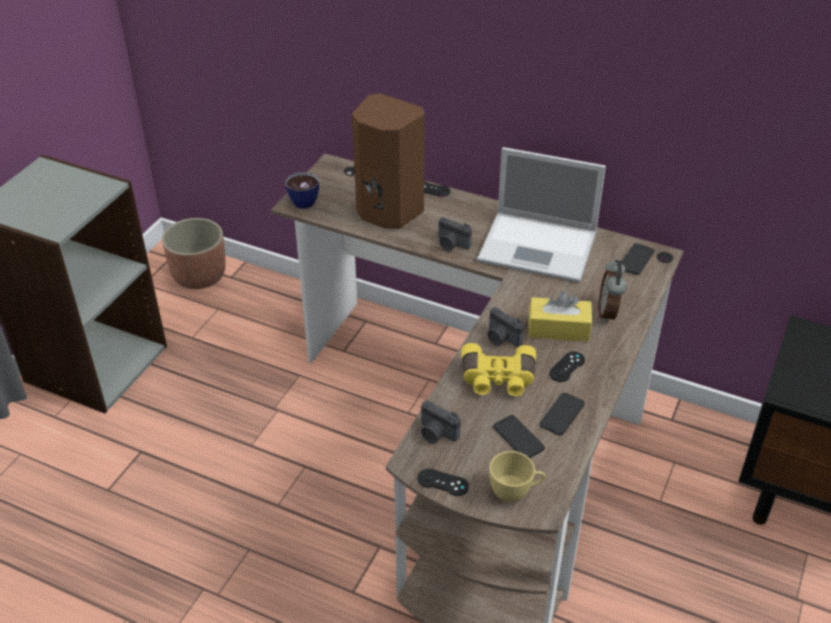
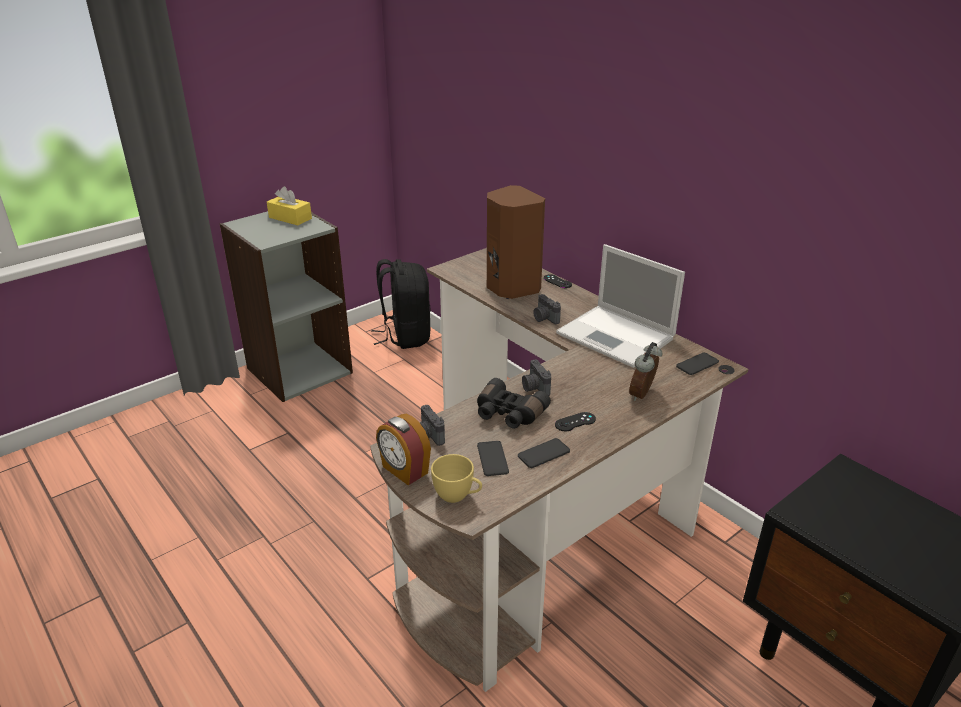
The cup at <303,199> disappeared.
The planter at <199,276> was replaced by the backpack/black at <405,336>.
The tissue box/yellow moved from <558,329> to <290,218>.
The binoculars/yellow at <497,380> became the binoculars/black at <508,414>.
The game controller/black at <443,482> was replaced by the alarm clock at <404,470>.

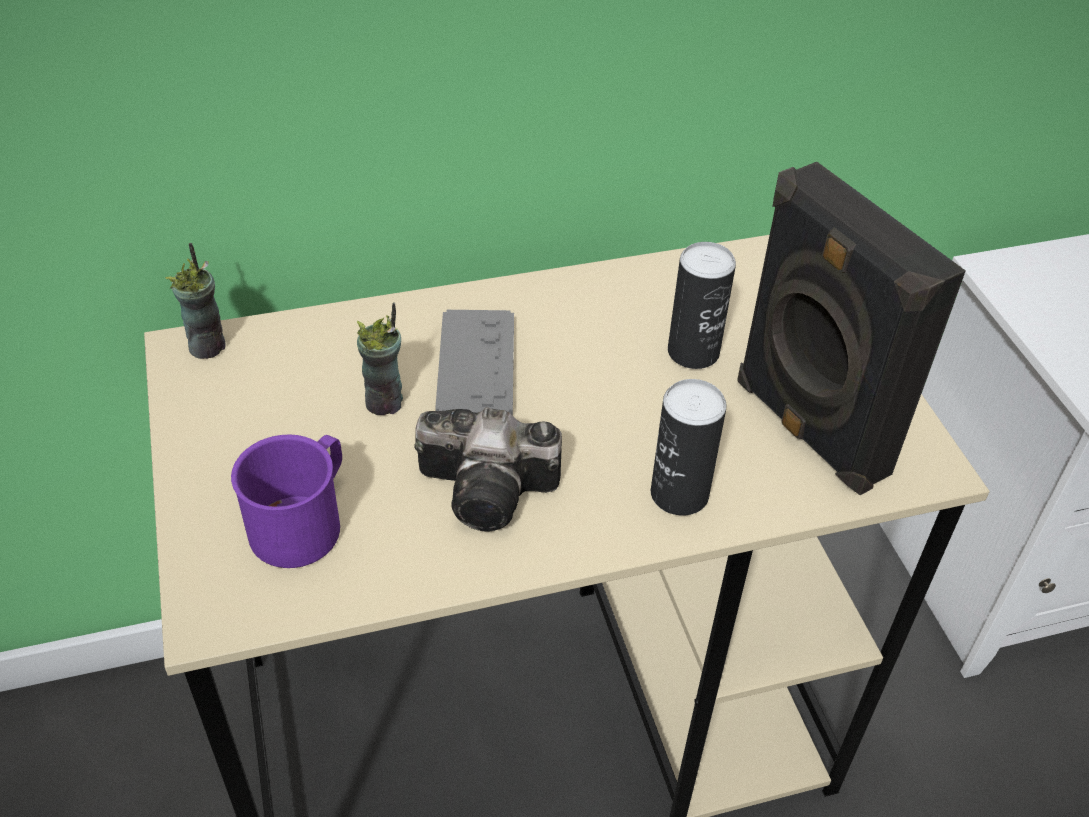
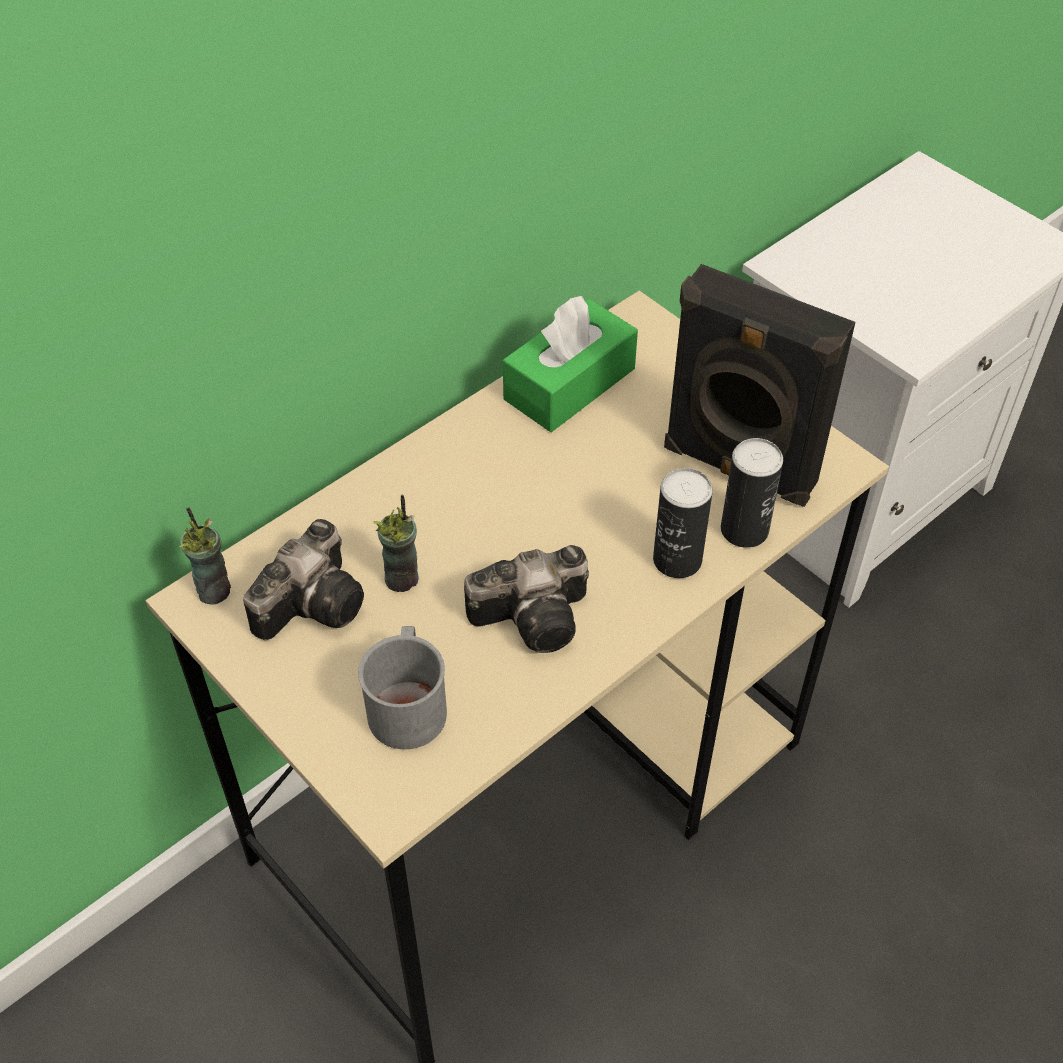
The can moved from <693,352> to <744,530>.
The game controller/grey at <476,366> disappeared.
The mug/purple at <304,521> became the mug/grey at <408,703>.
The tissue box/green at <569,384> appeared.
The photo camera at <315,600> appeared.

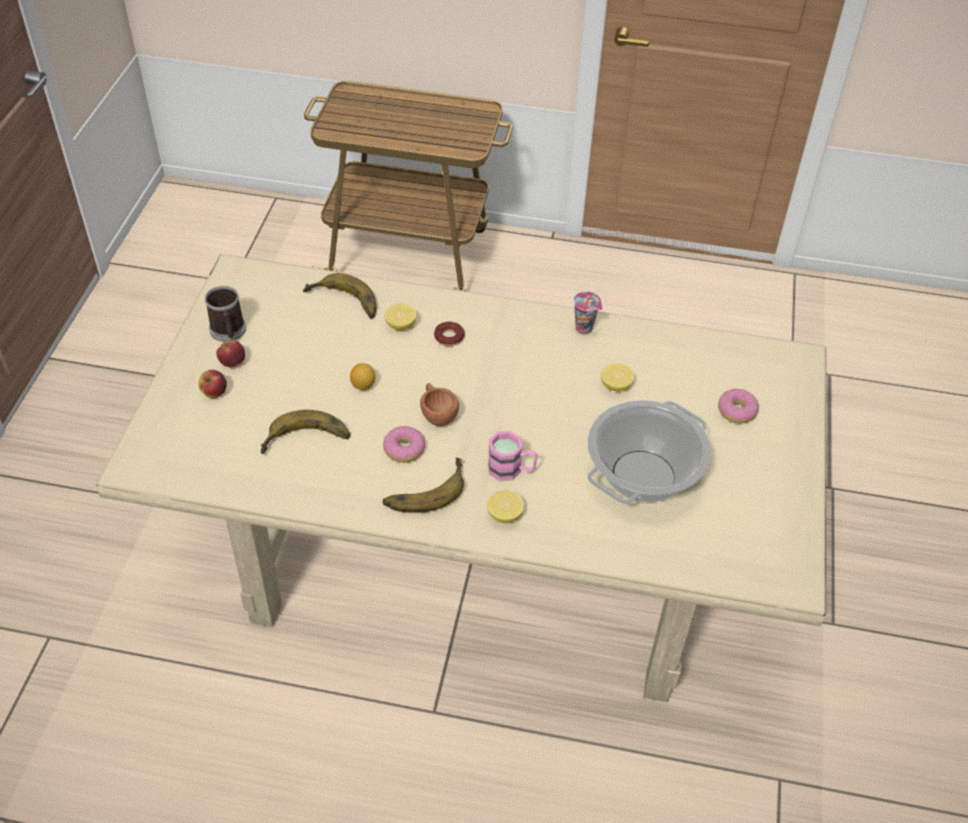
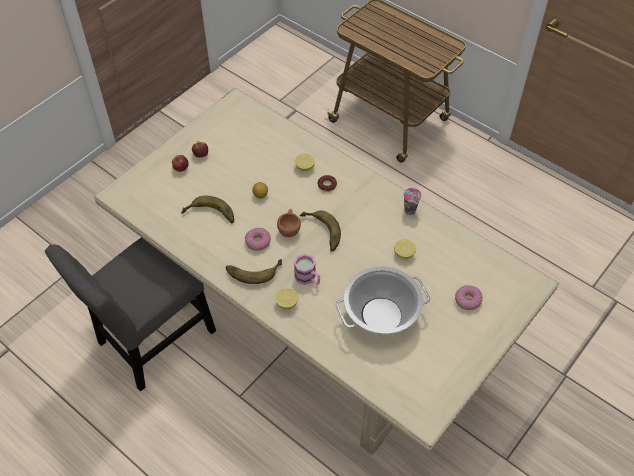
The banana moved from <342,304> to <320,233>.
The mug at <228,332> disappeared.
The chair/grey at <152,341> appeared.

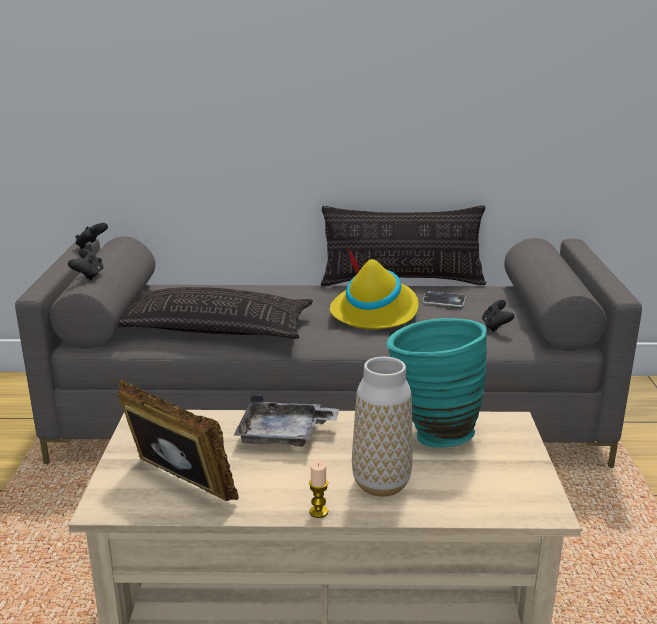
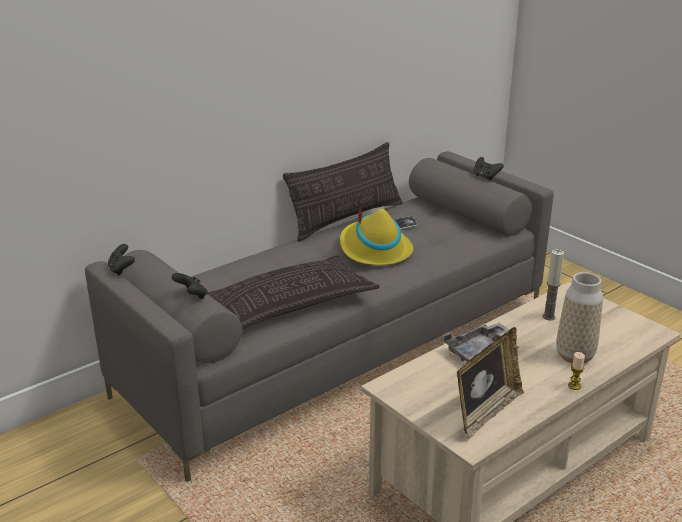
The game controller/black moved from <495,327> to <486,177>.
The vase/turquoise at <430,434> was replaced by the candle at <549,317>.
The picture frame at <178,486> turned 135 degrees clockwise.

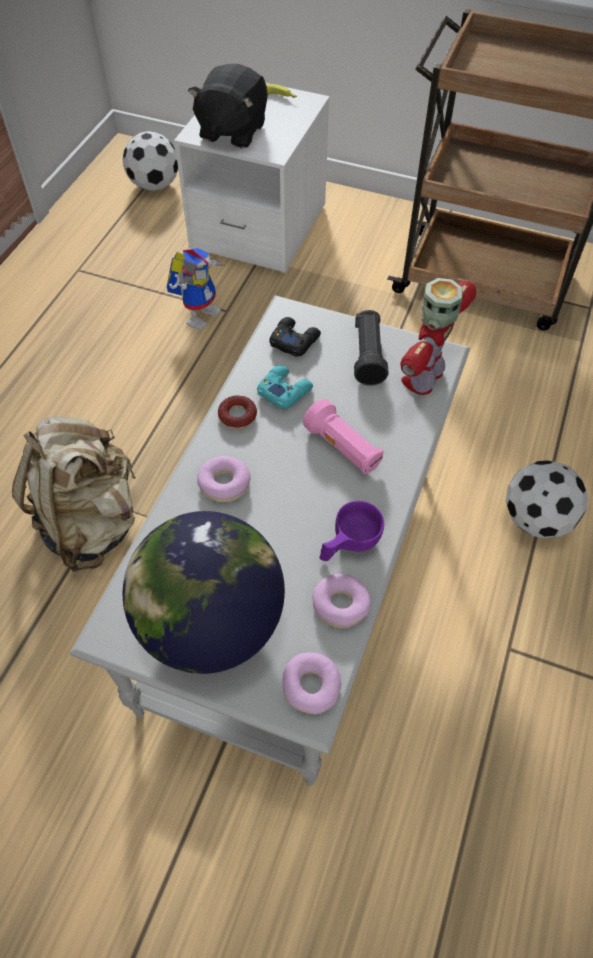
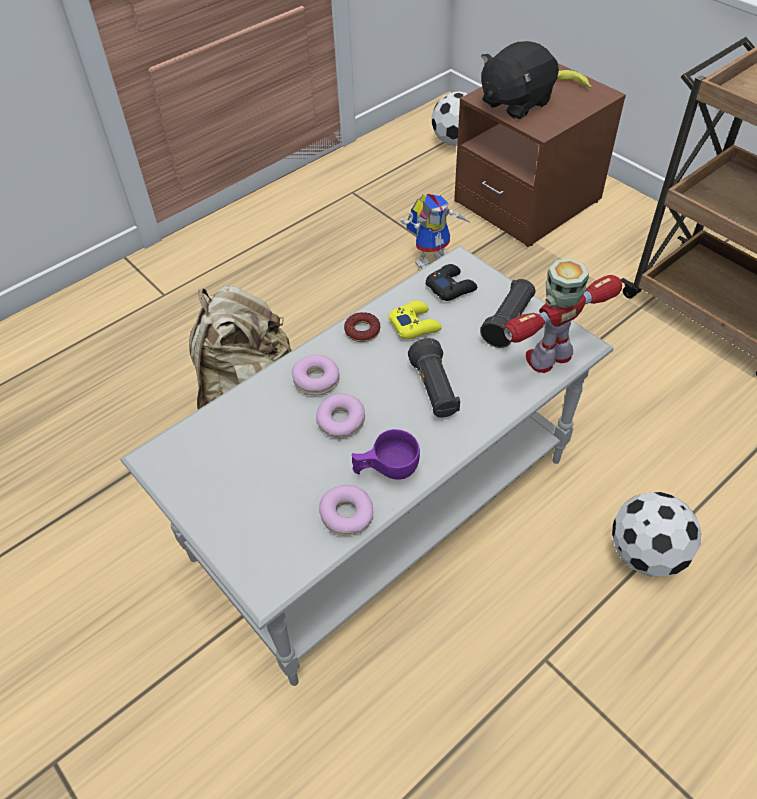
The nightstand/white at <259,227> became the nightstand/brown at <527,201>.
The game controller/turquoise at <284,391> became the game controller/yellow at <415,325>.
The flashlight/pink at <343,449> became the flashlight/black at <434,390>.
The globe at <210,623> disappeared.
The donut moved from <311,687> to <341,421>.

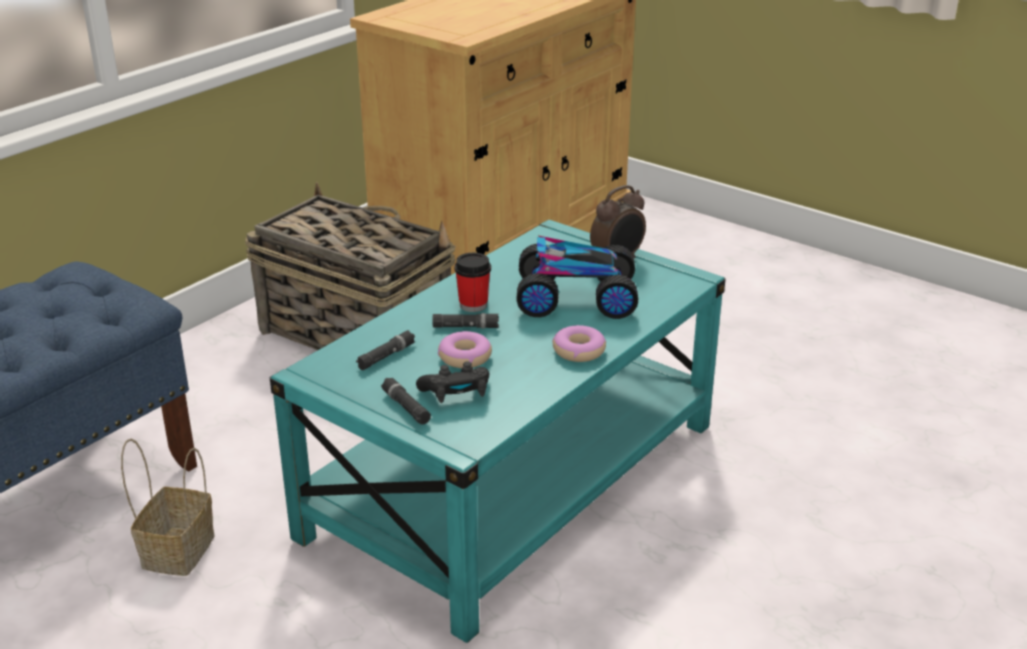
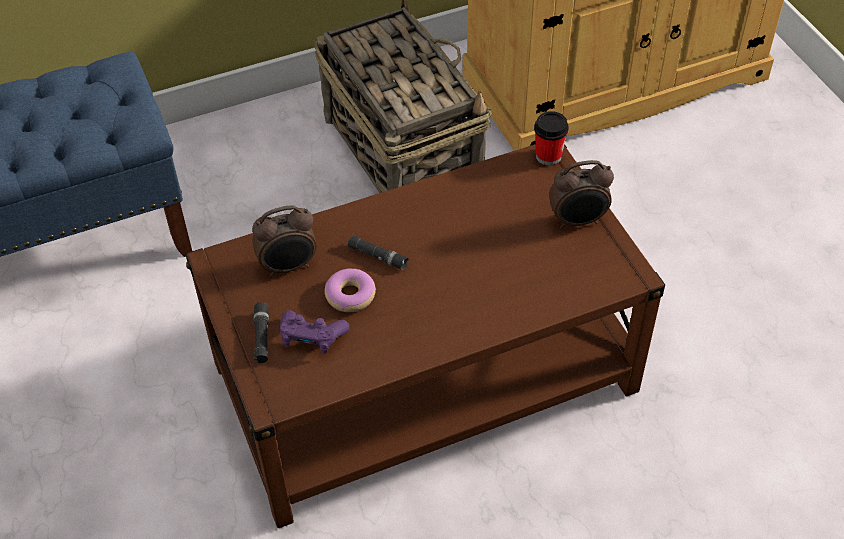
The coffee table/turquoise at <513,480> became the coffee table/brown at <425,377>.
The toy car at <576,299> disappeared.
The cup moved from <473,305> to <548,156>.
The donut at <579,351> disappeared.
The flashlight/black at <386,356> was replaced by the alarm clock at <289,267>.
The game controller/black at <456,394> became the game controller/purple at <312,338>.
The basket at <178,549> disappeared.

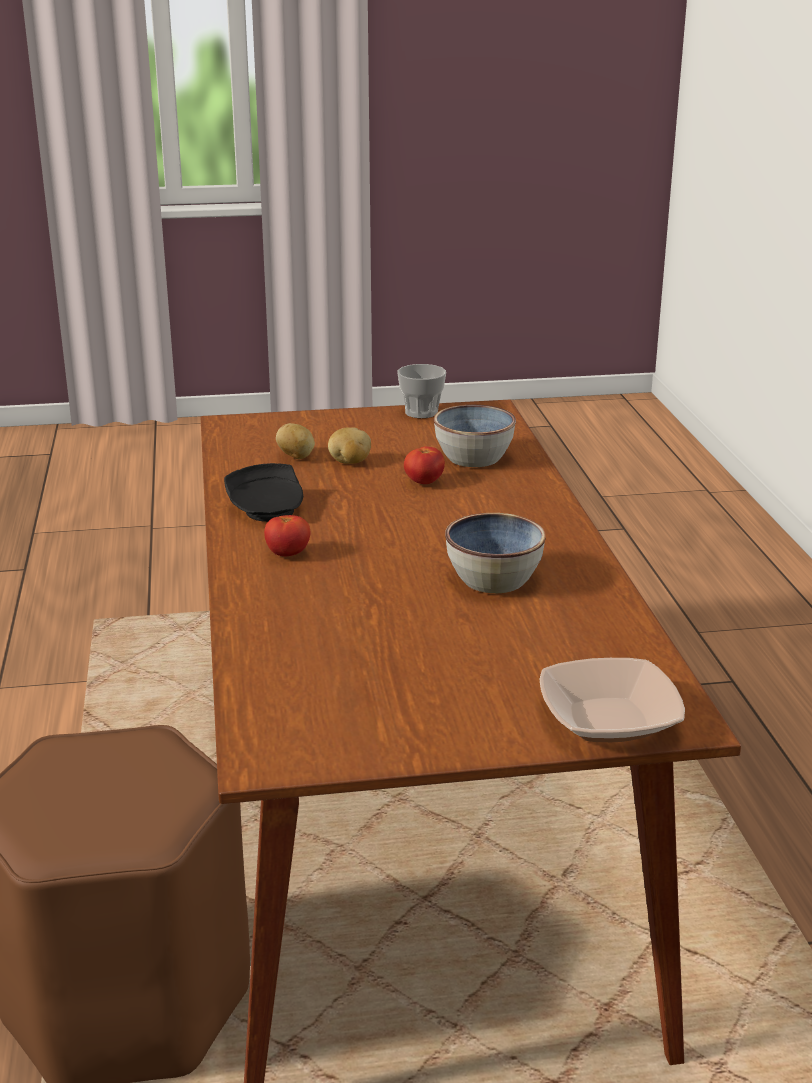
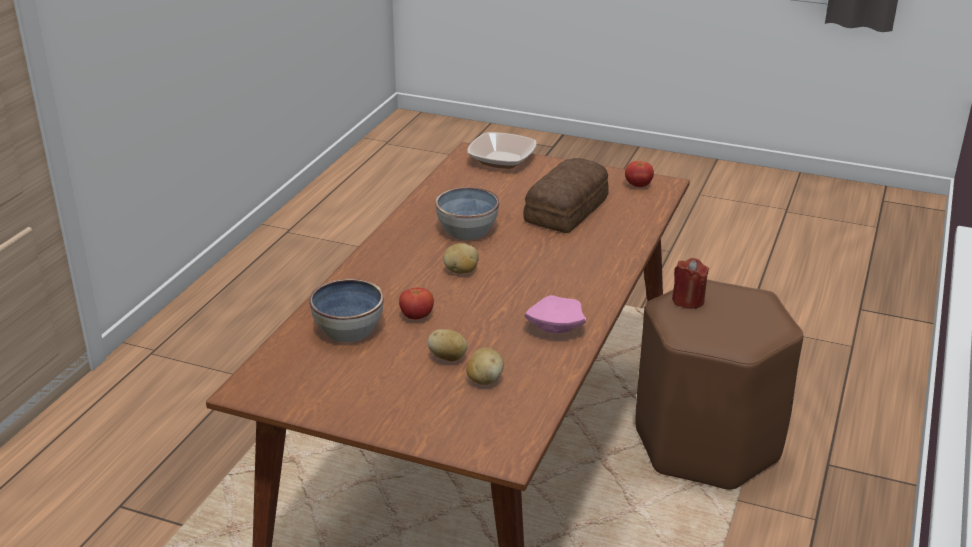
The cup at <421,412> disappeared.
The plate/black at <268,509> became the plate/pink at <554,326>.
The tomato moved from <288,554> to <638,185>.
The bread at <568,210> appeared.
The potato at <461,271> appeared.
The candle/red at <688,300> appeared.

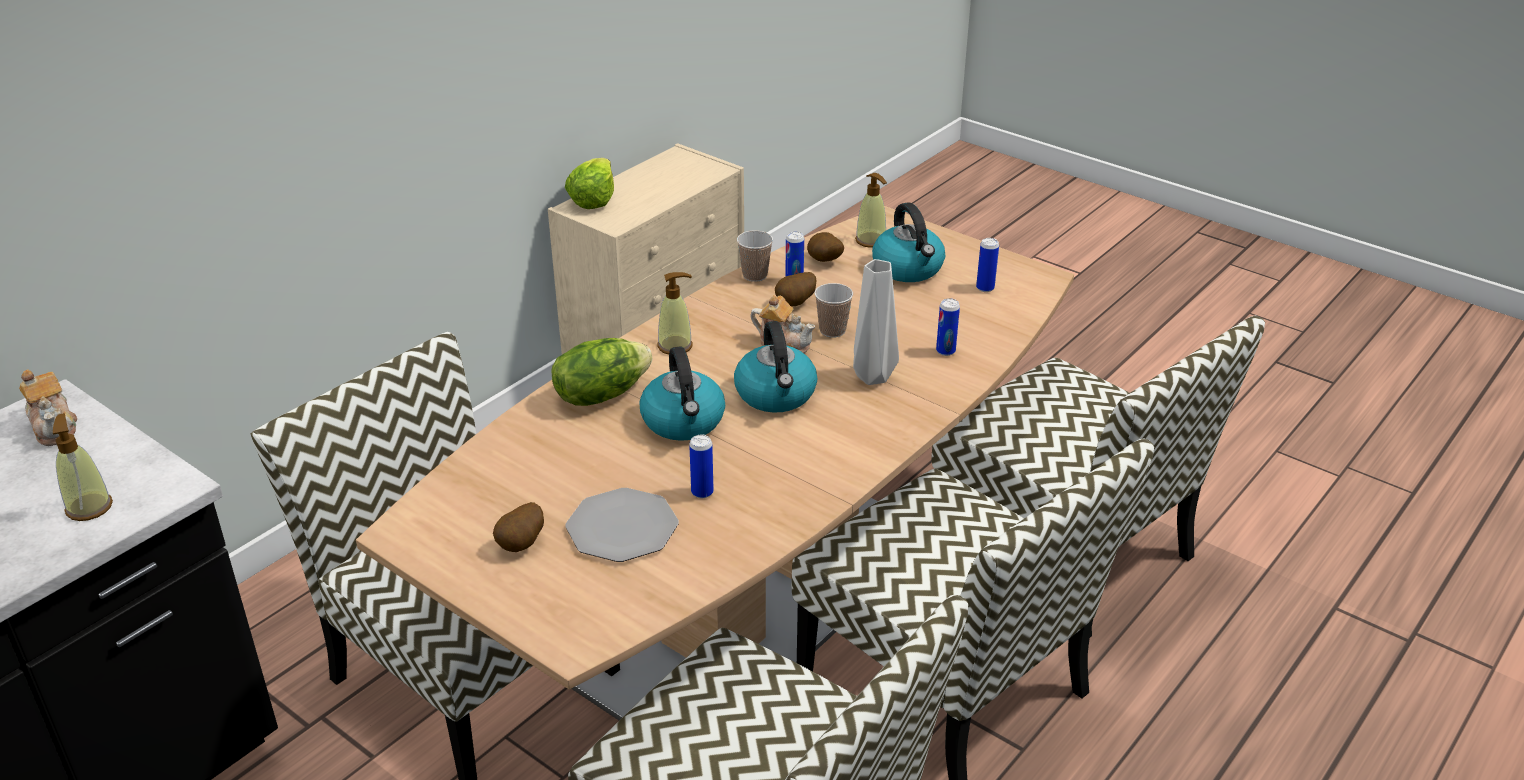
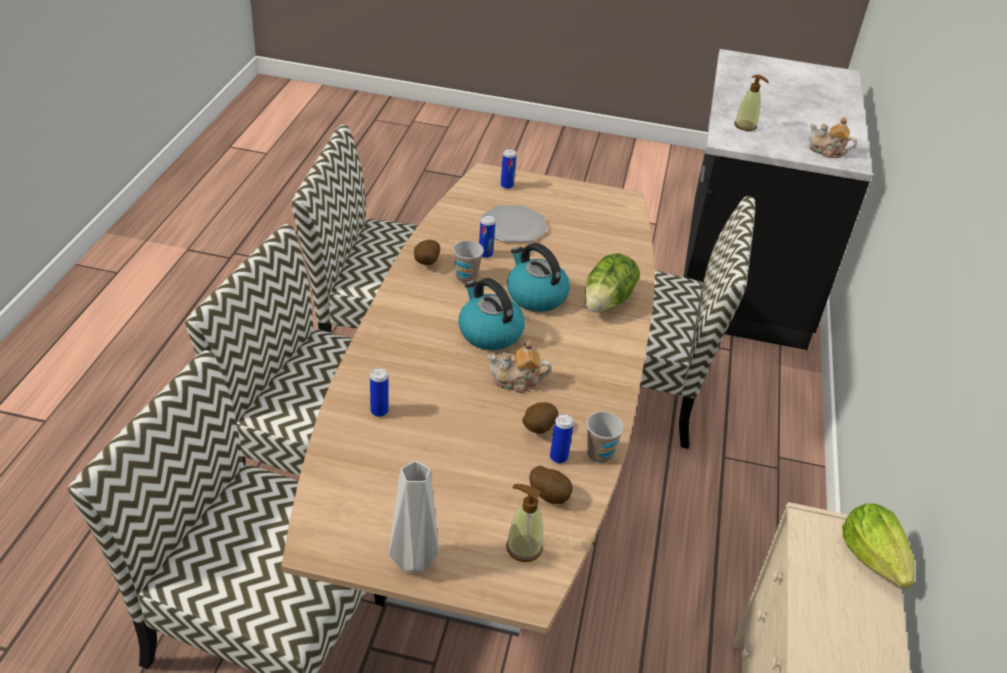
The kettle at <908,269> disappeared.
The can moved from <985,288> to <507,186>.
The vase/grey moved from <873,378> to <412,559>.
The soap dispenser at <675,346> disappeared.
The cup moved from <832,330> to <466,278>.
The potato moved from <522,545> to <425,263>.

